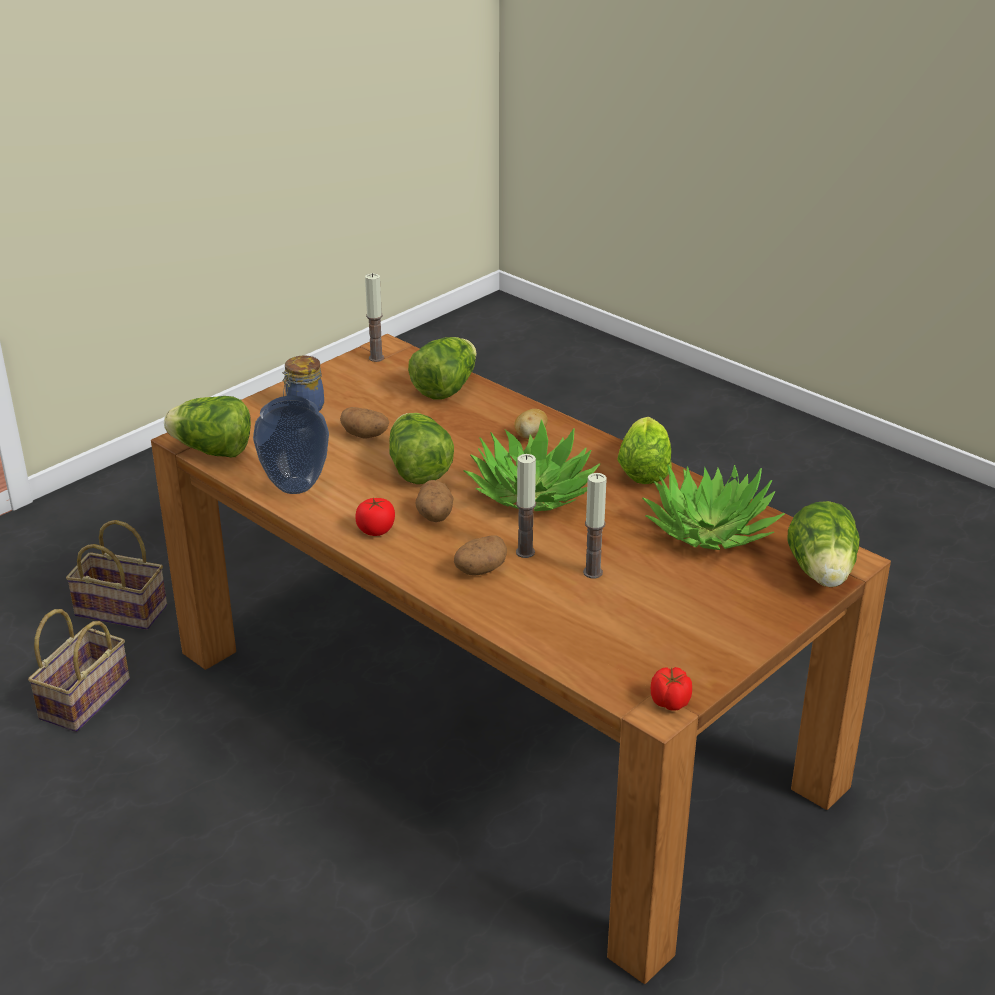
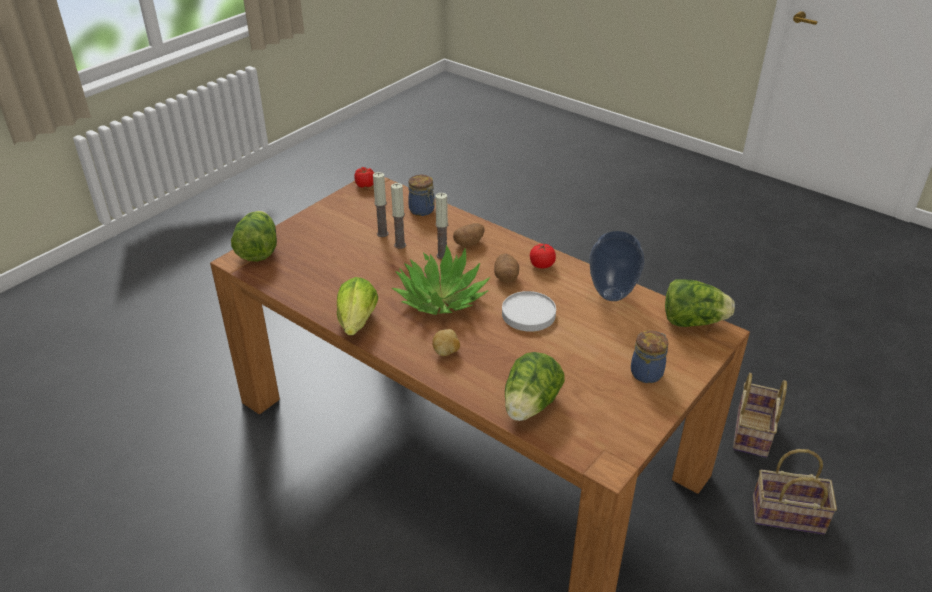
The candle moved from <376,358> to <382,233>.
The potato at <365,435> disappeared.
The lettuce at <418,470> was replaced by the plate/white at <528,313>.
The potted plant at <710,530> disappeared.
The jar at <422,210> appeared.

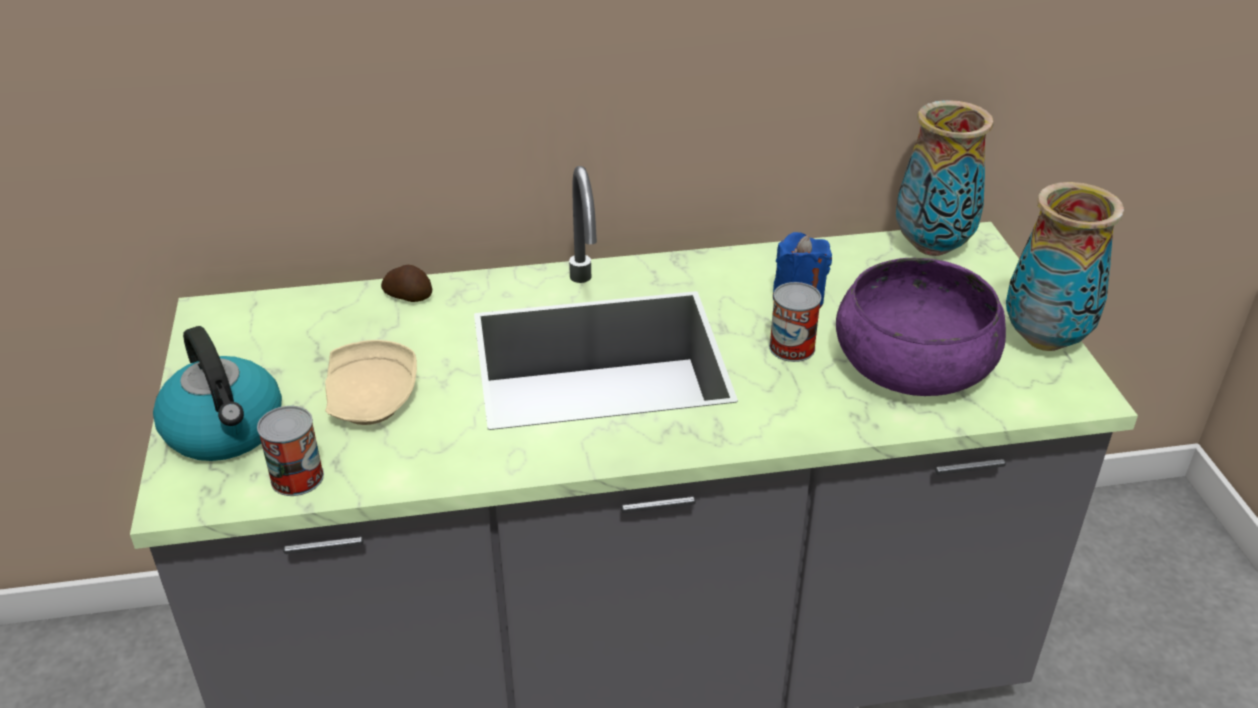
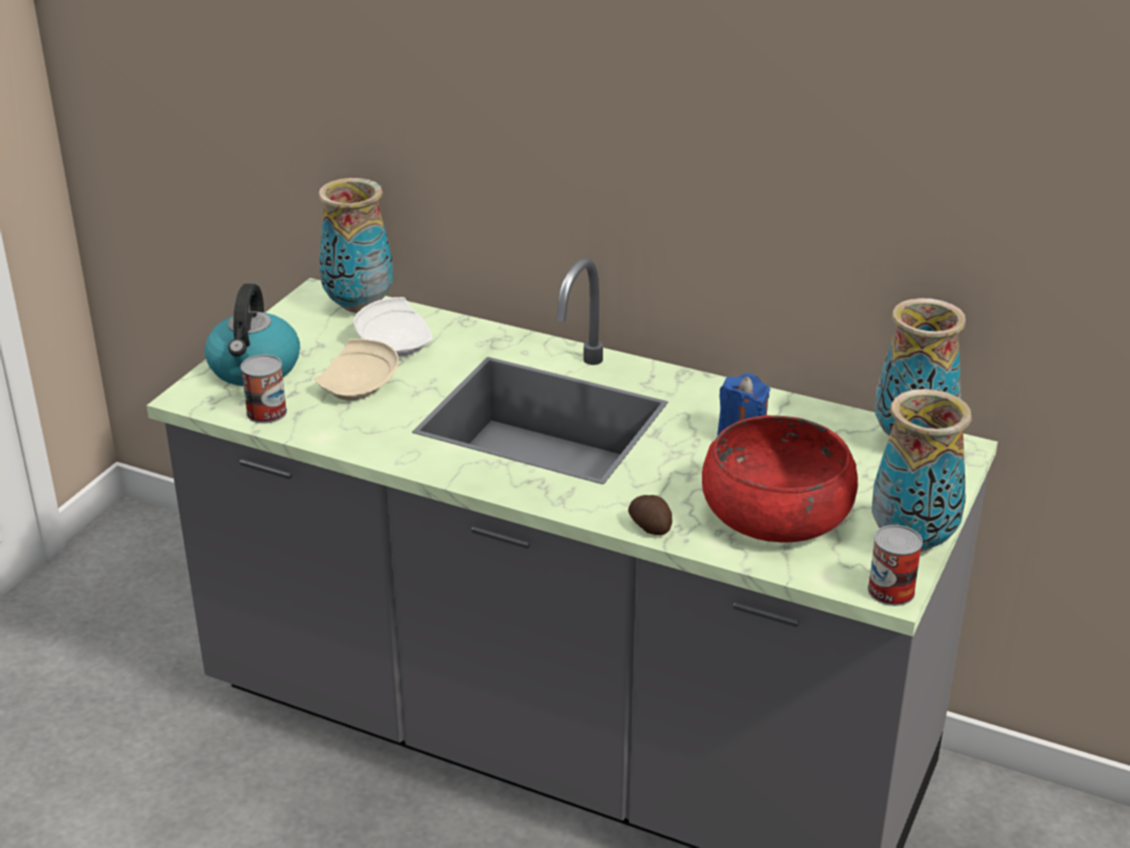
The bowl/purple at <913,361> became the bowl/red at <776,512>.
The potato moved from <409,296> to <650,526>.
The can moved from <792,347> to <891,591>.
The vase at <358,305> appeared.
The plate/white at <396,342> appeared.

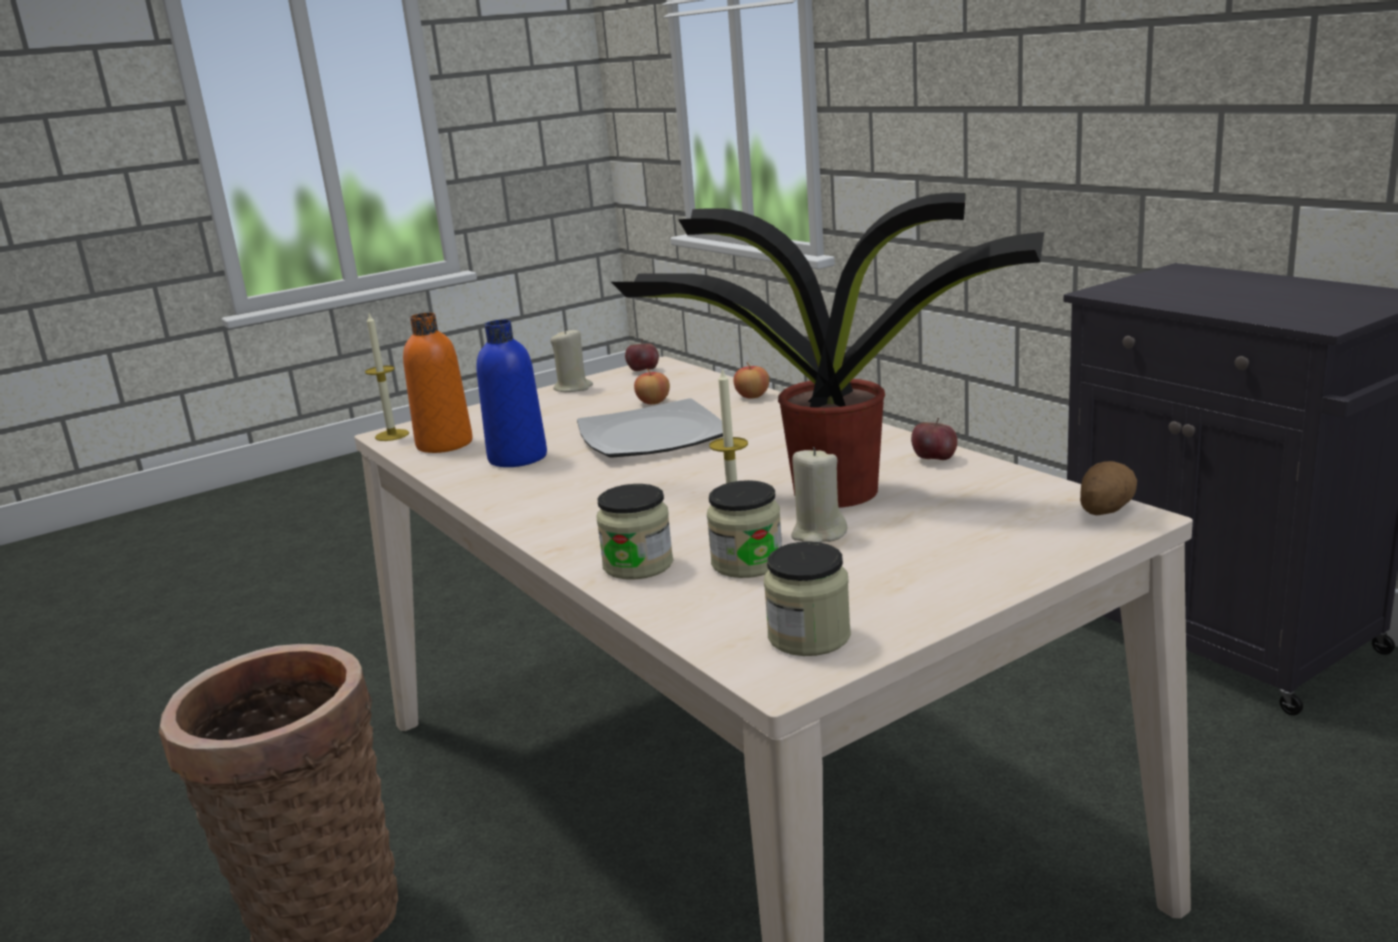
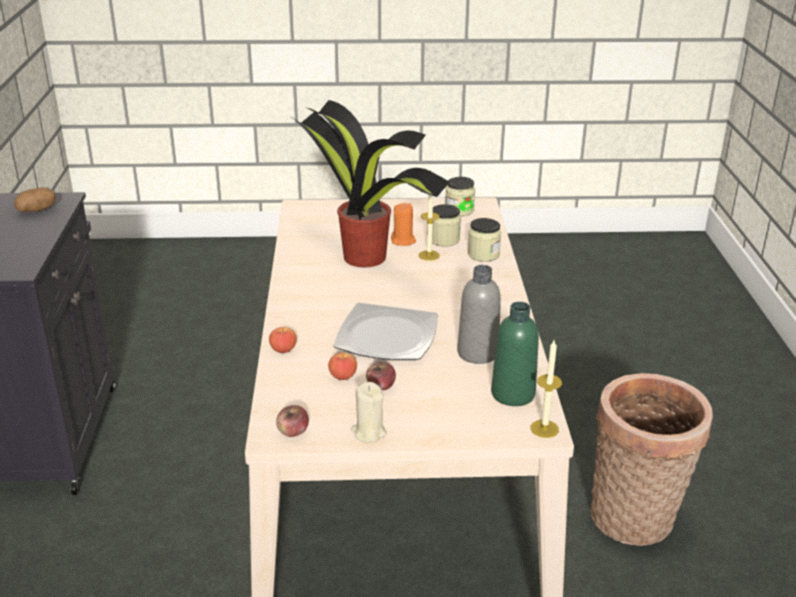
The bottle/orange at <444,444> became the bottle/green at <513,394>.
The bottle/blue at <517,458> became the bottle/grey at <477,353>.
The apple moved from <934,459> to <380,386>.
The candle/beige at <818,534> became the candle/orange at <403,241>.
The potato moved from <1104,510> to <37,210>.

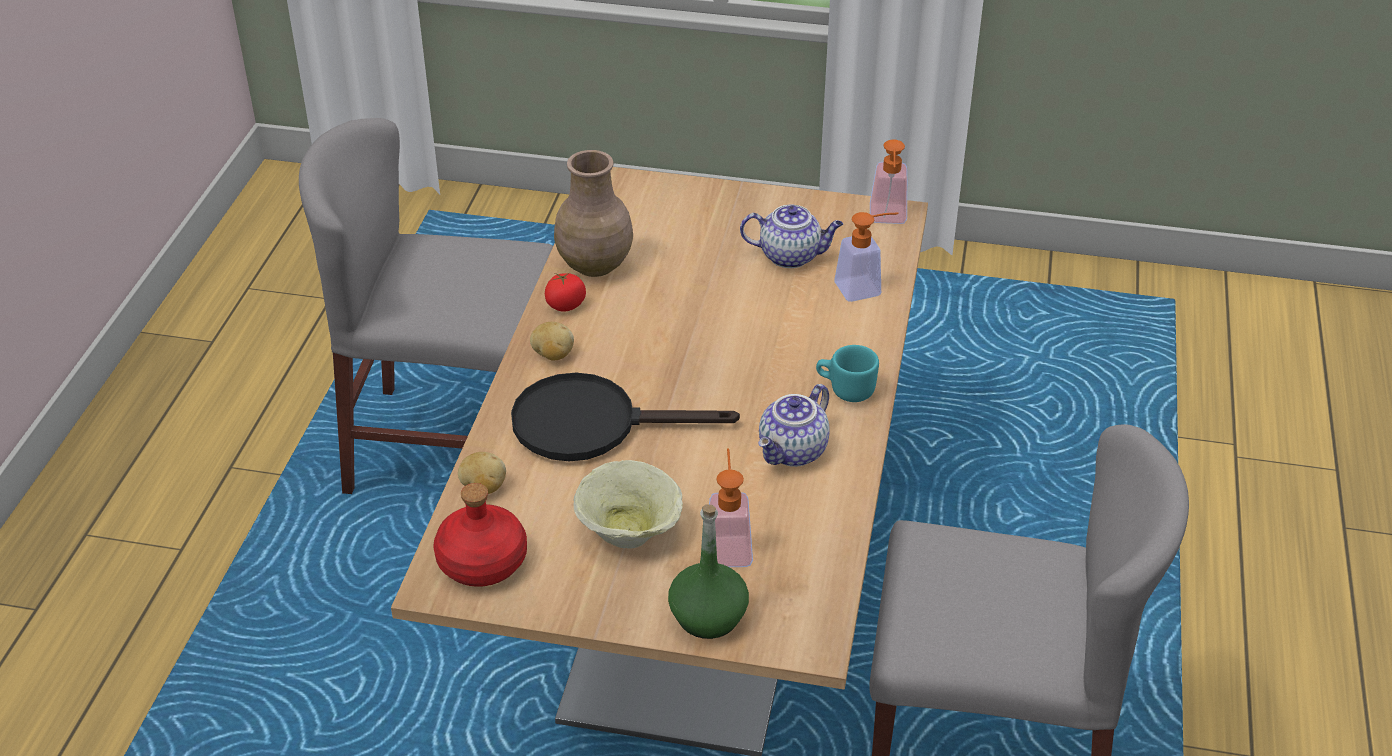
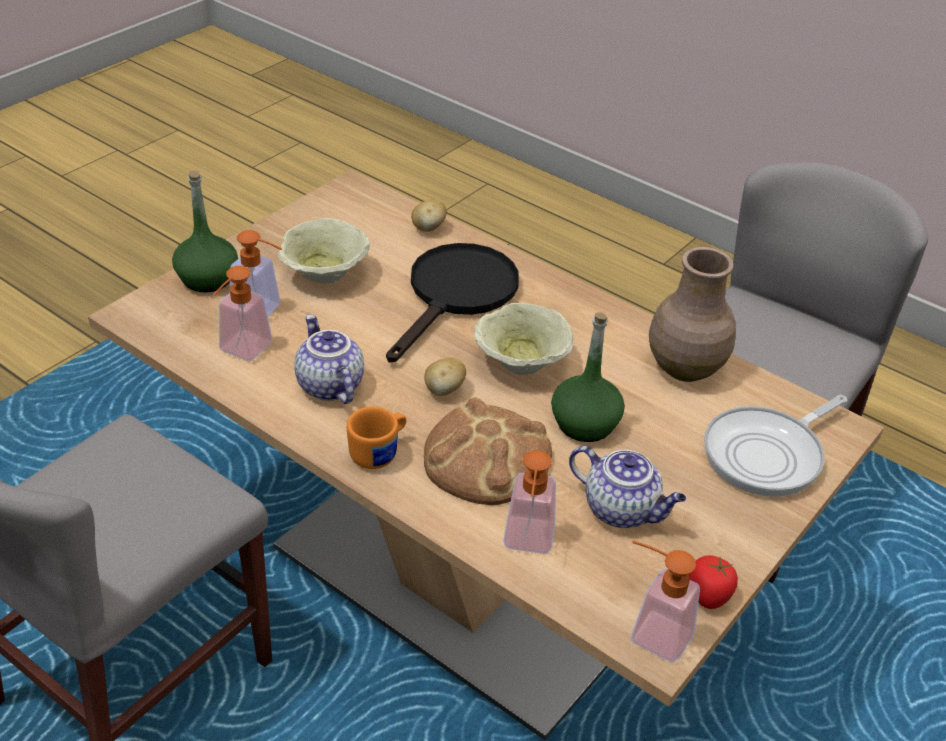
The teapot at <791,256> turned 90 degrees counterclockwise.
The tomato moved from <566,305> to <708,595>.
The potato moved from <552,355> to <444,390>.
The mug/turquoise at <845,389> became the mug/orange at <380,453>.
The bottle/red at <481,562> disappeared.
The soap dispenser at <240,351> appeared.
The bowl/beige at <520,363> appeared.
The bottle/green at <585,424> appeared.
The frying pan at <767,455> appeared.
The bread at <486,458> appeared.

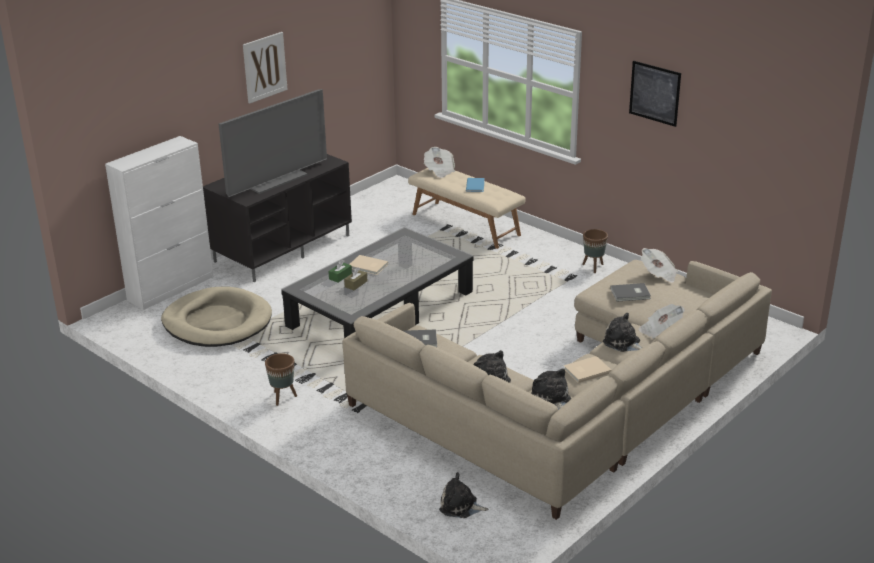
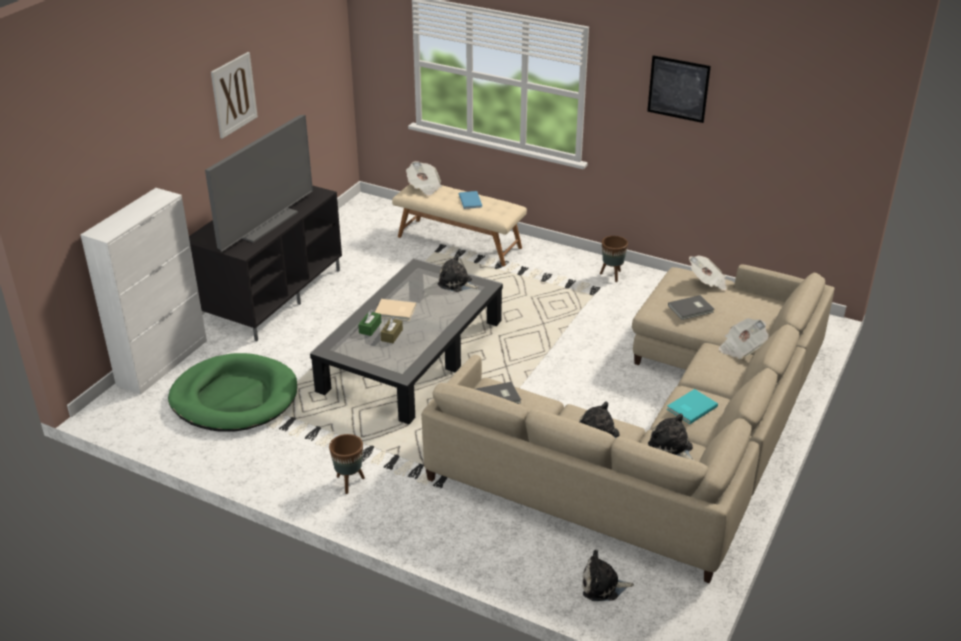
The dog bed/beige at <217,322> became the dog bed/green at <234,398>.
The plush toy moved from <623,343> to <456,283>.
The book/beige at <586,370> became the book/turquoise at <690,407>.

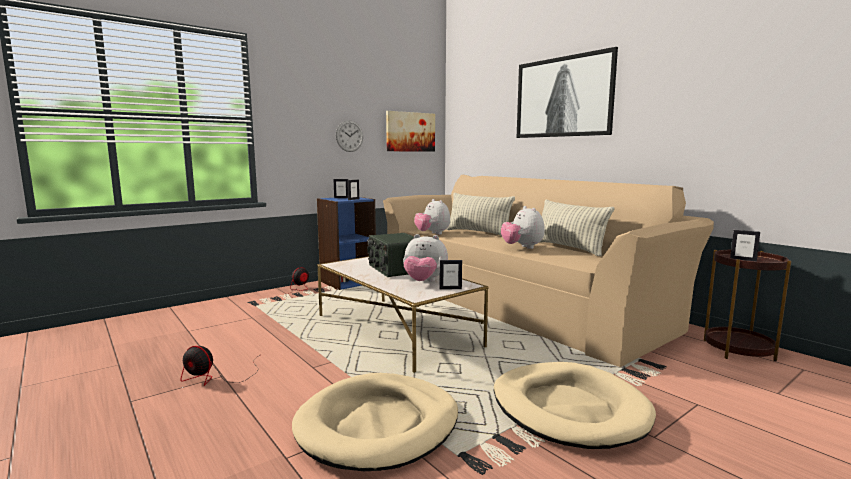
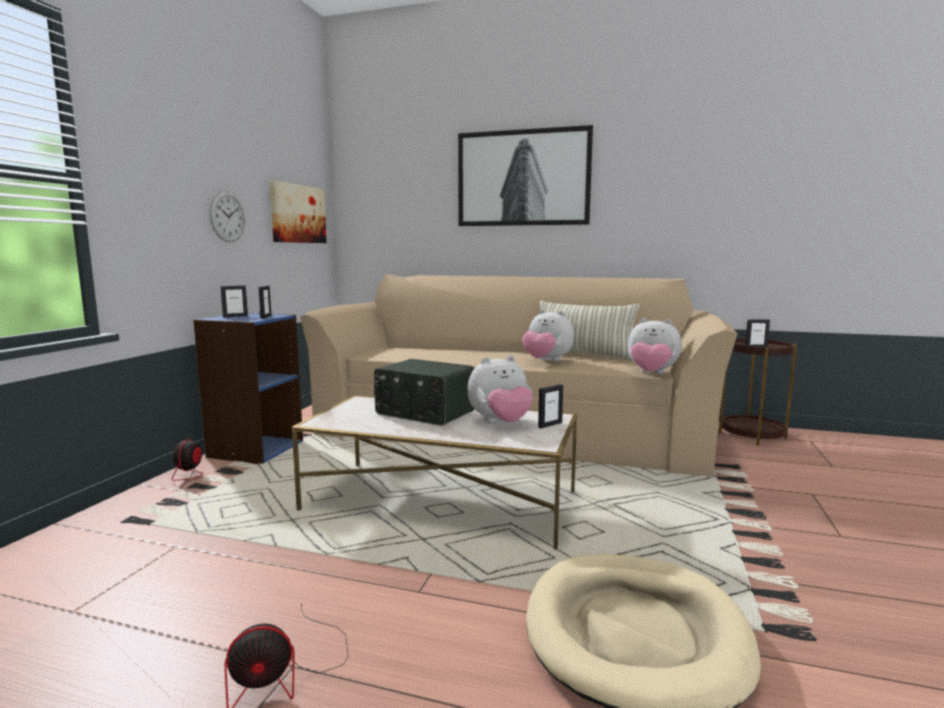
The pillow at <478,233> disappeared.
The plush toy moved from <432,234> to <651,374>.
The dog bed/beige at <569,409> disappeared.

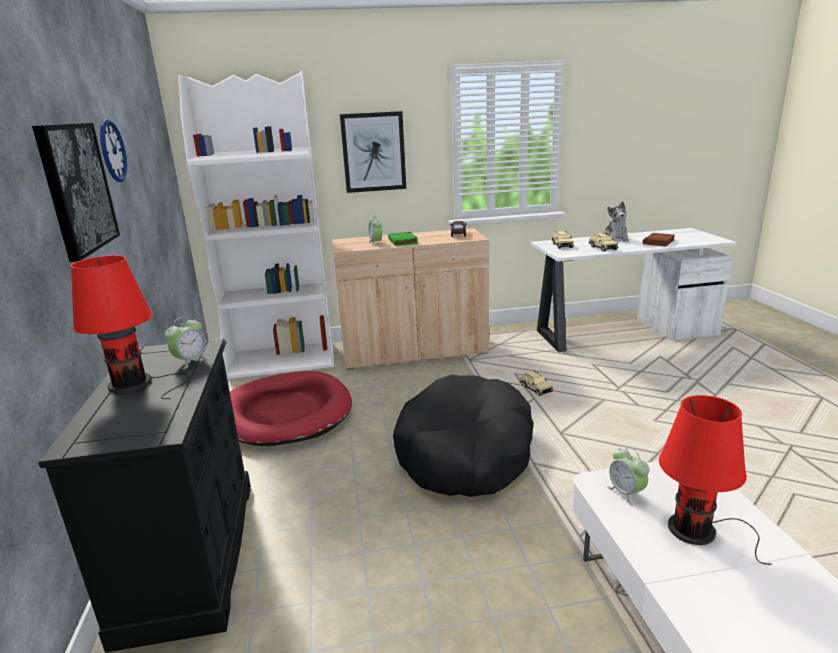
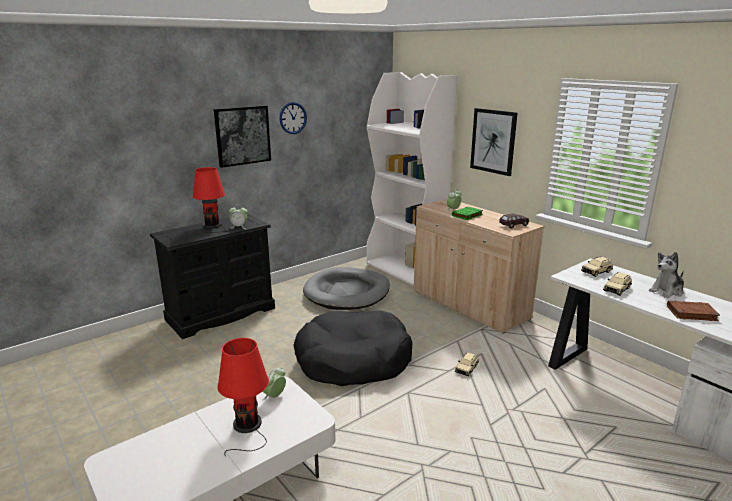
The dog bed/red at <286,413> became the dog bed/grey at <347,292>.

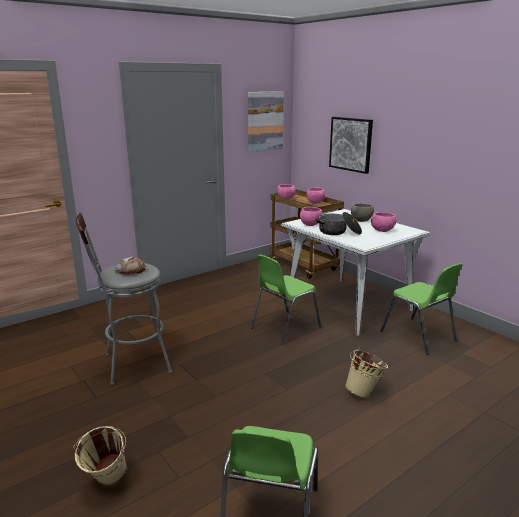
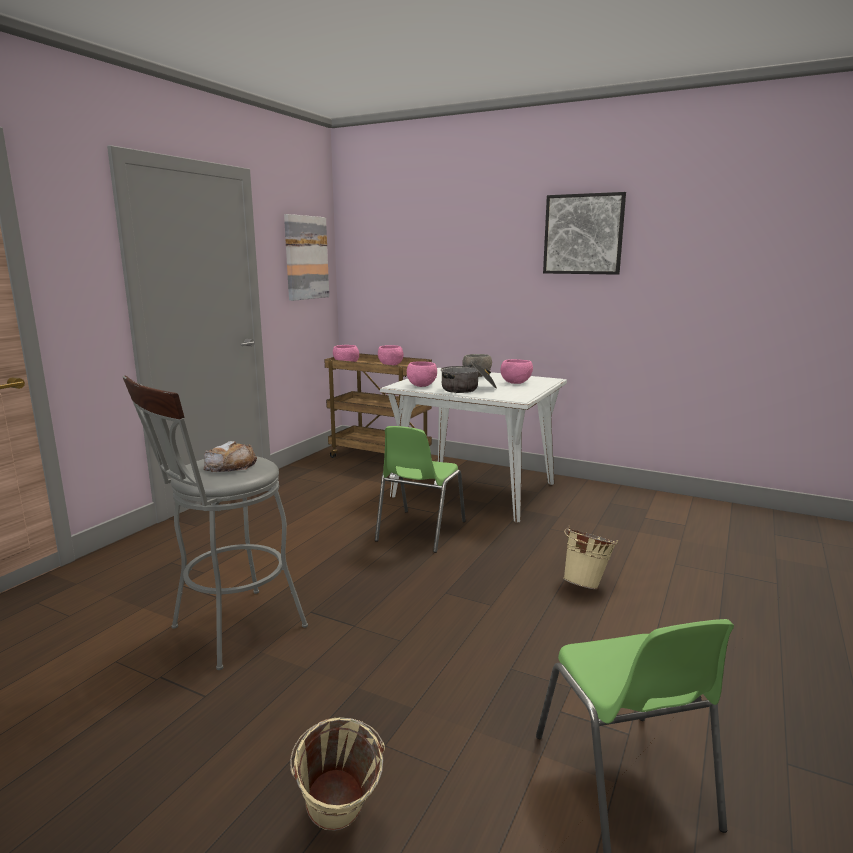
The picture moved from <351,144> to <583,234>.
The chair/green at <419,336> disappeared.

